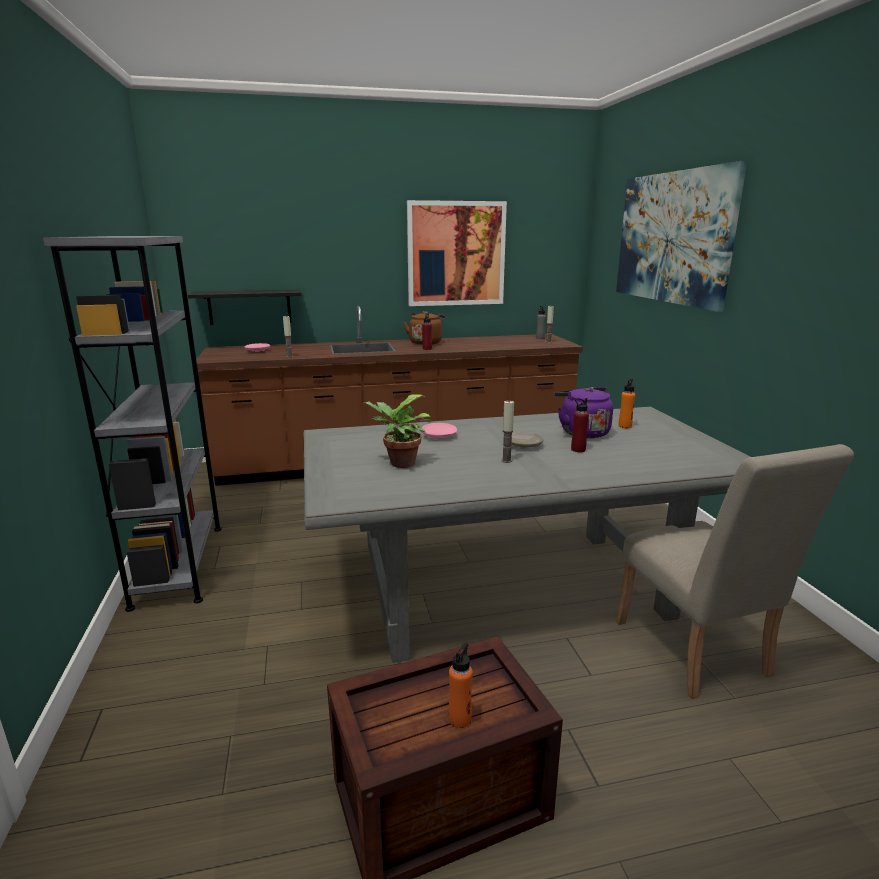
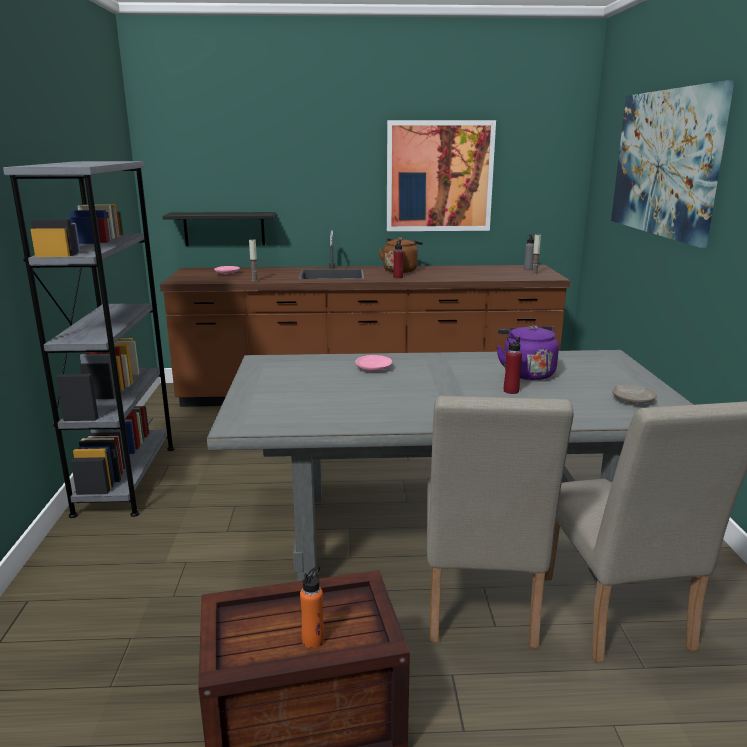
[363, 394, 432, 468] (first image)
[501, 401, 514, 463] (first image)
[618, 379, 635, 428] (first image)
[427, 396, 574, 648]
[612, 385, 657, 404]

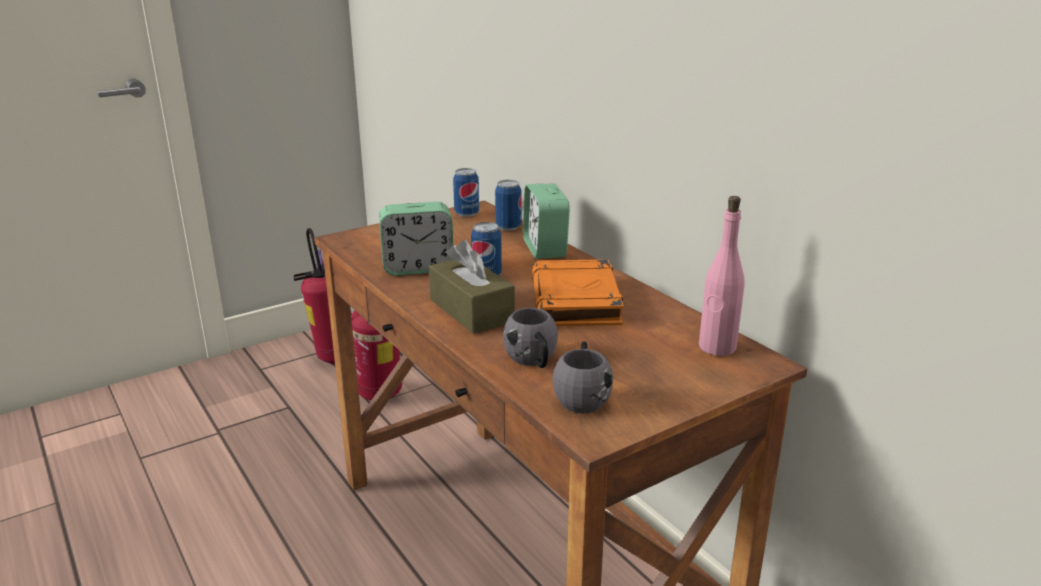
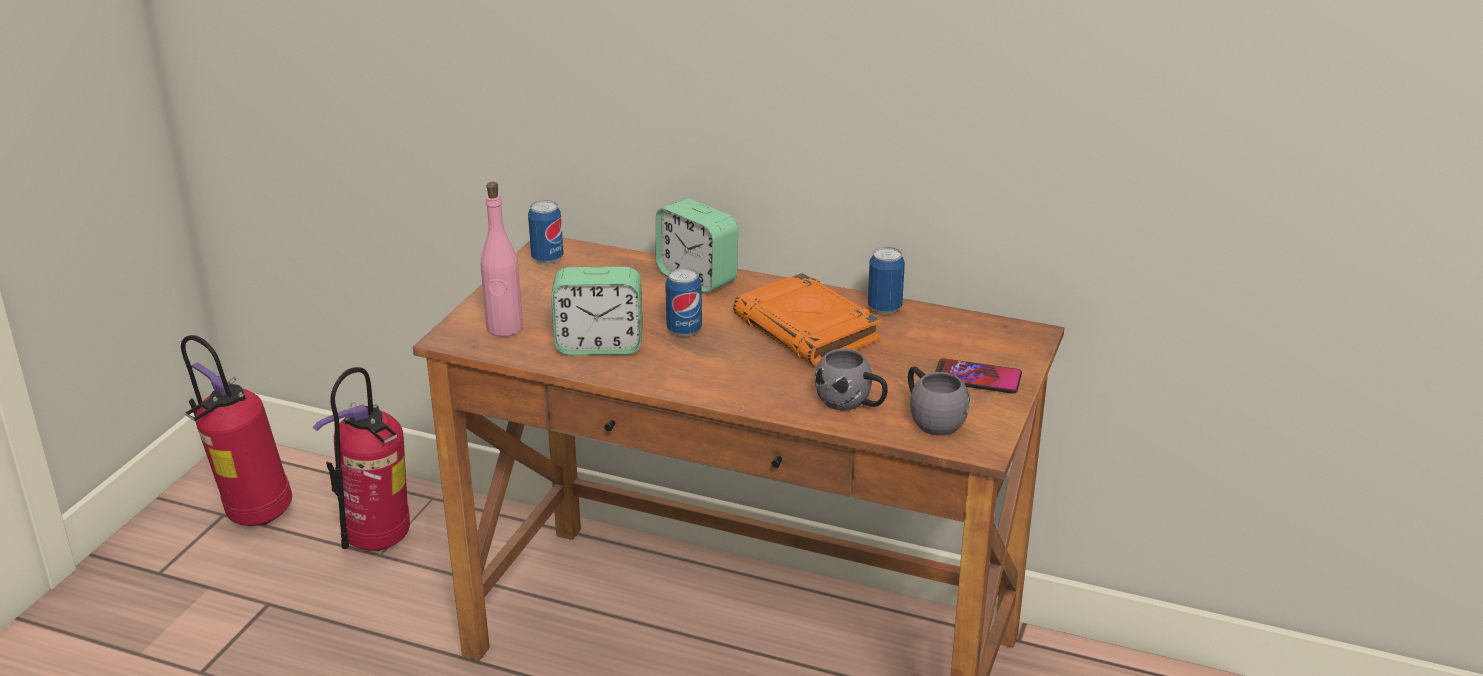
[429, 240, 515, 334] (first image)
[935, 358, 1022, 394]
[868, 247, 905, 314]
[481, 182, 523, 336]
[551, 267, 643, 355]

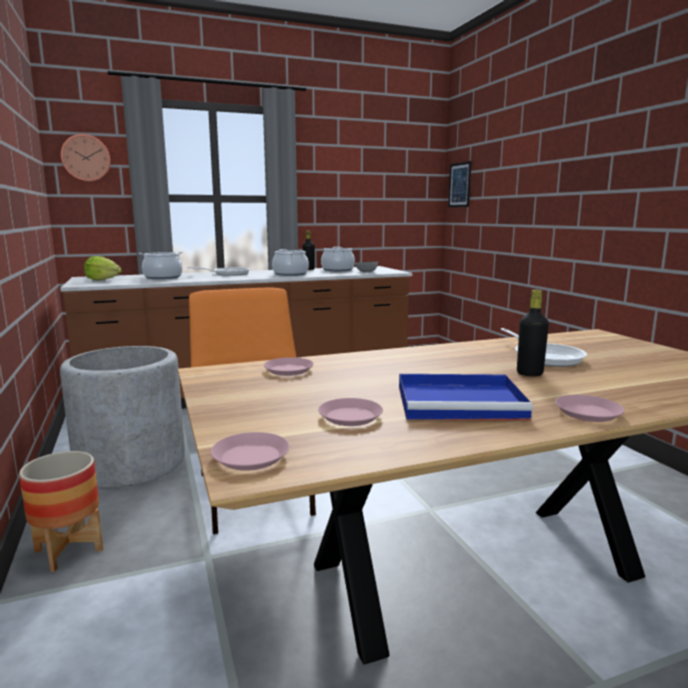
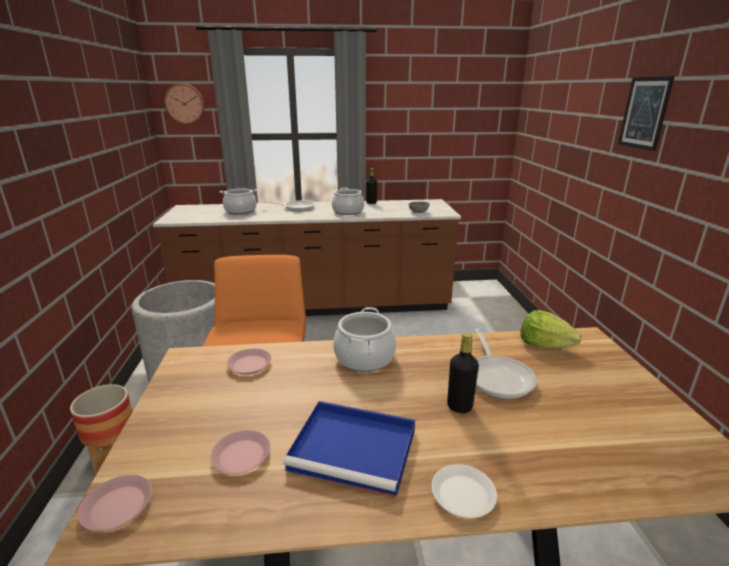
[520, 310, 582, 349]
[333, 307, 396, 372]
[618, 76, 675, 151]
[432, 464, 497, 518]

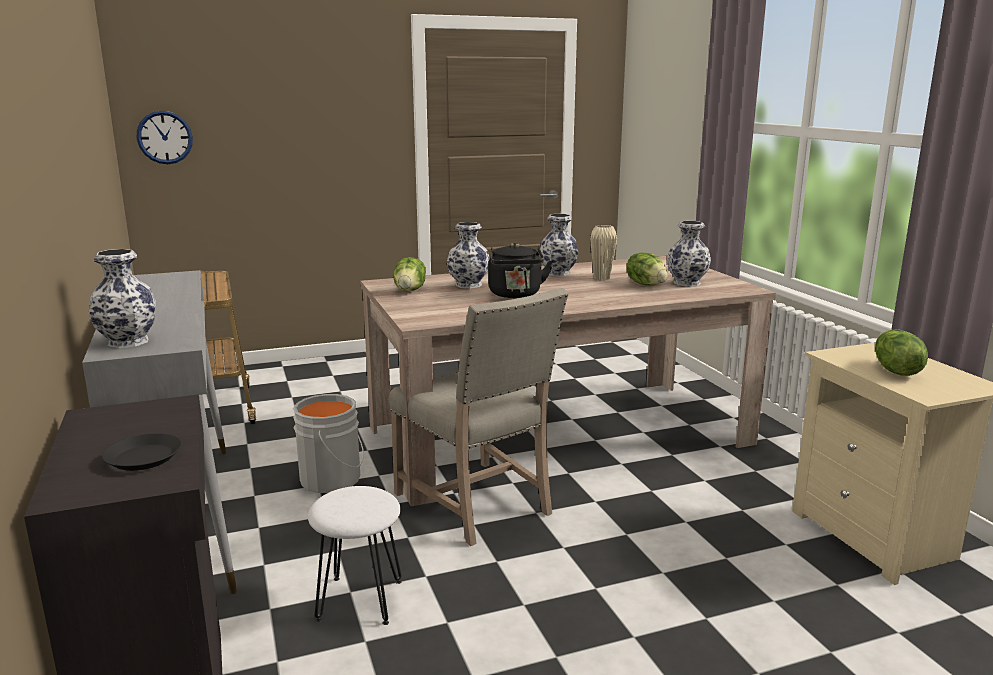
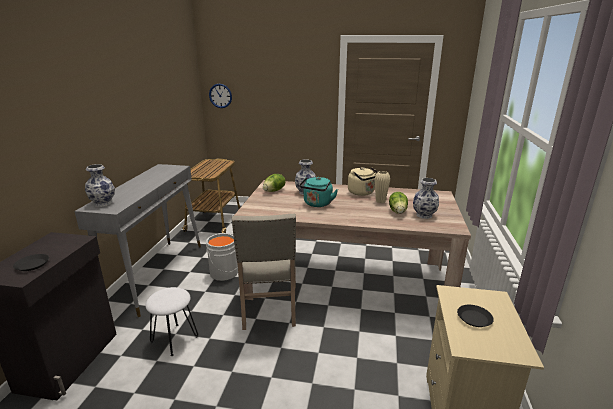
[348, 167, 378, 196]
[457, 305, 494, 327]
[299, 177, 338, 207]

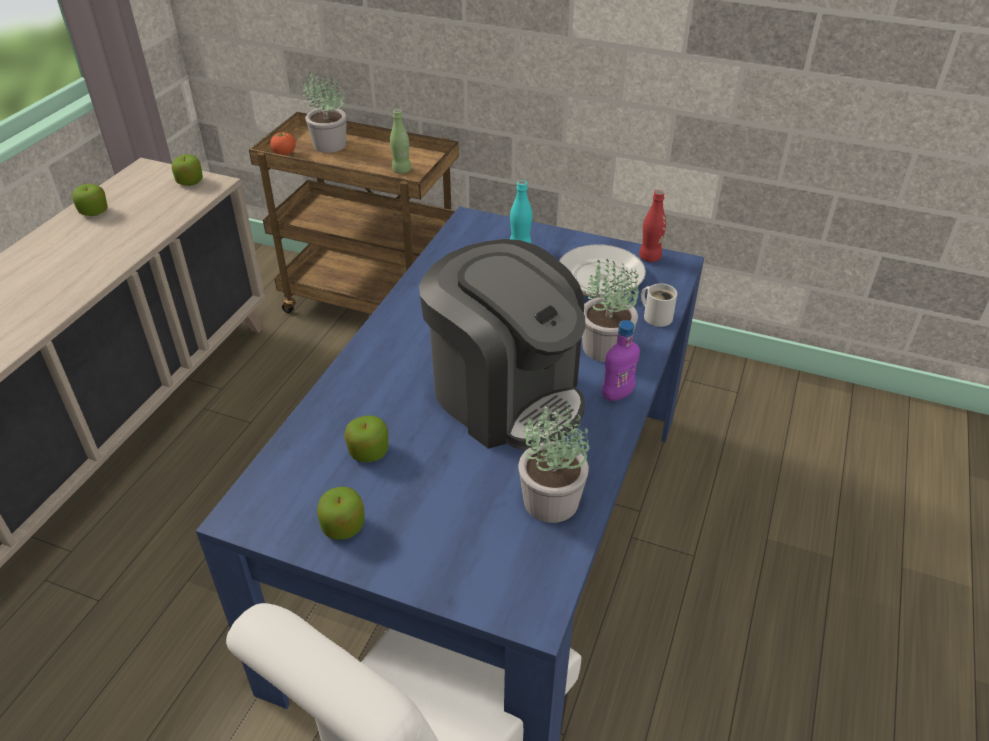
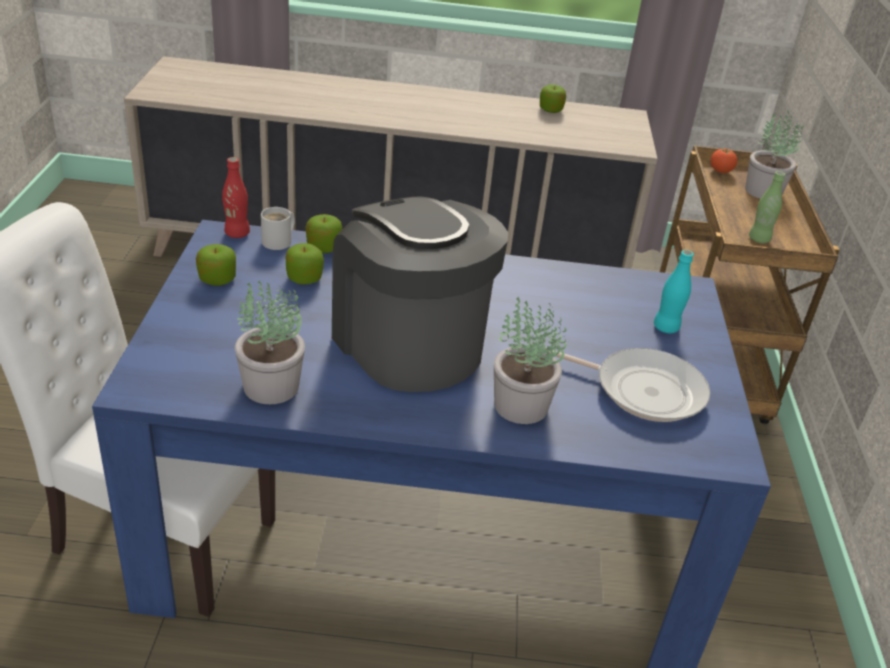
[602, 320, 640, 401] (first image)
[305, 214, 342, 253]
[222, 157, 250, 238]
[261, 207, 295, 250]
[332, 196, 508, 392]

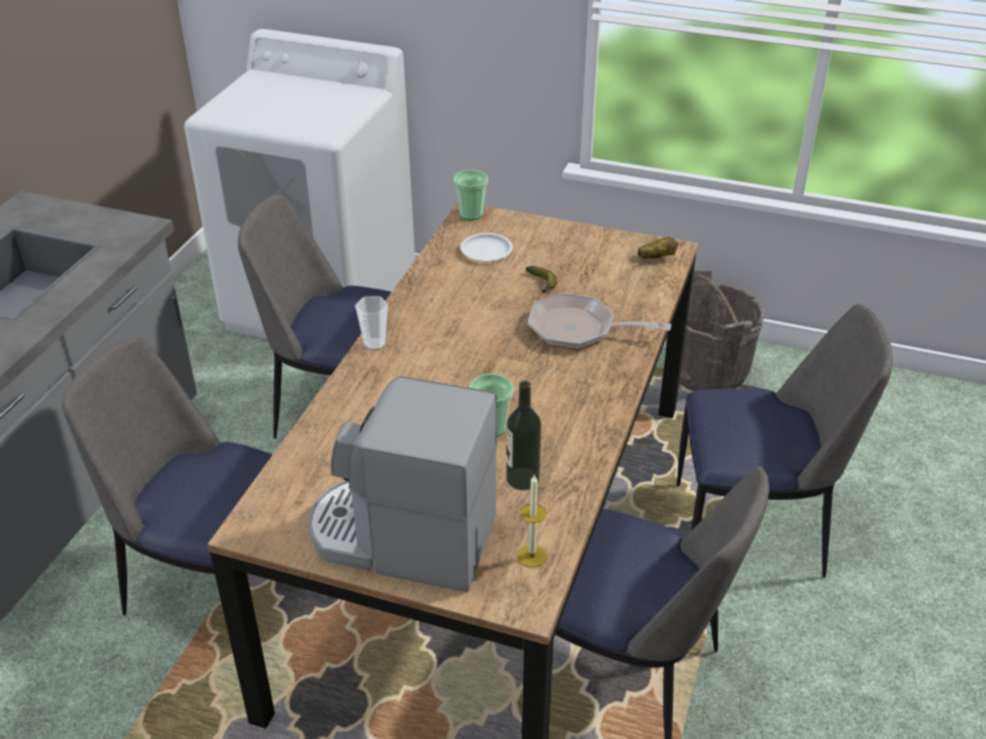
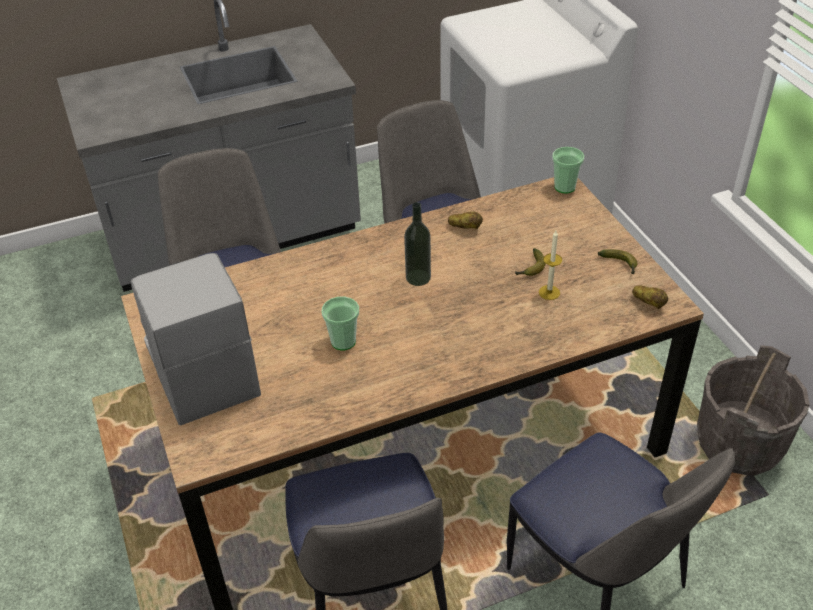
[355, 296, 388, 350] (first image)
[460, 233, 513, 261] (first image)
[528, 293, 671, 350] (first image)
[448, 211, 483, 229]
[598, 249, 638, 274]
[404, 202, 431, 286]
[539, 231, 562, 300]

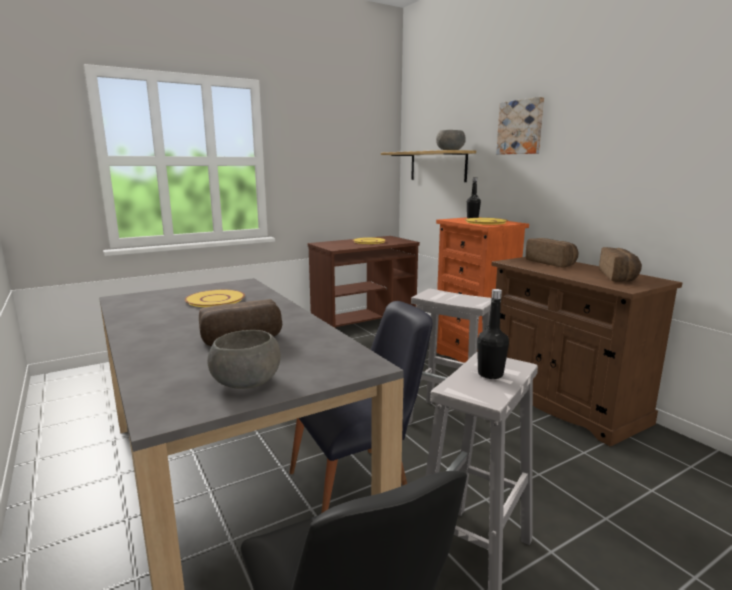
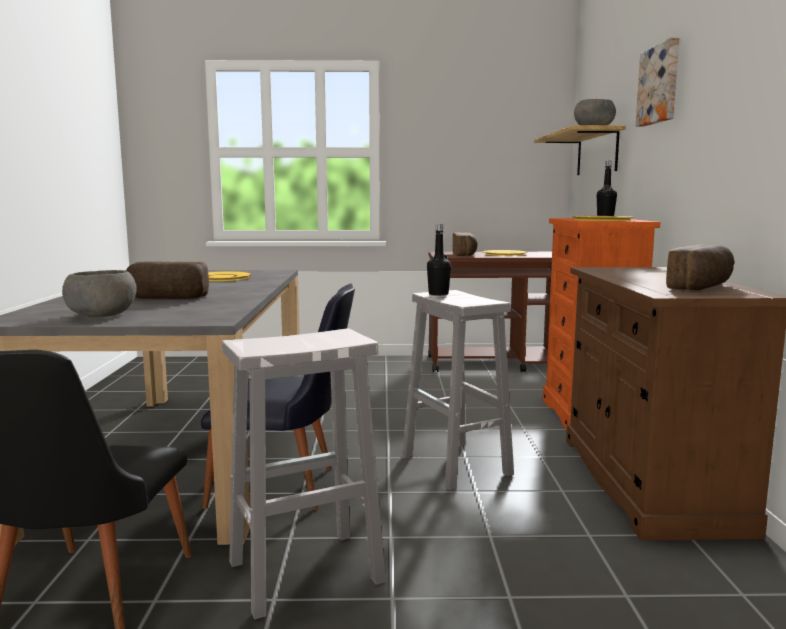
[427, 224, 451, 296]
[453, 232, 478, 256]

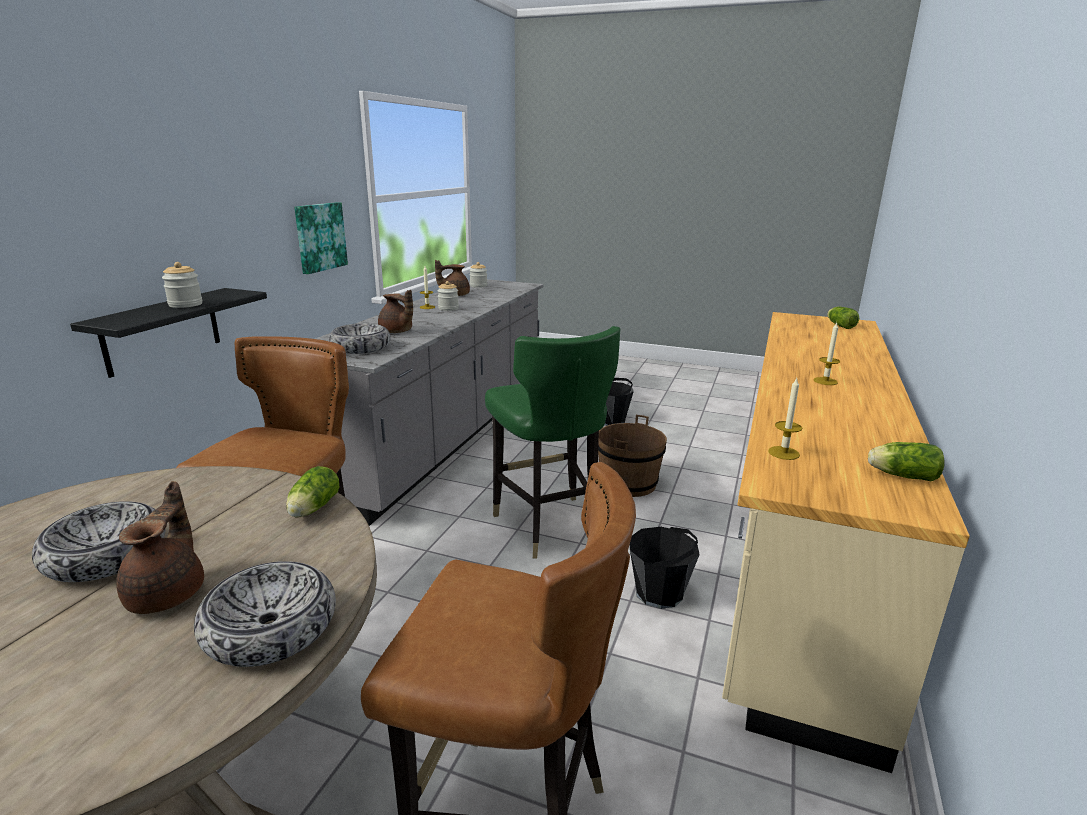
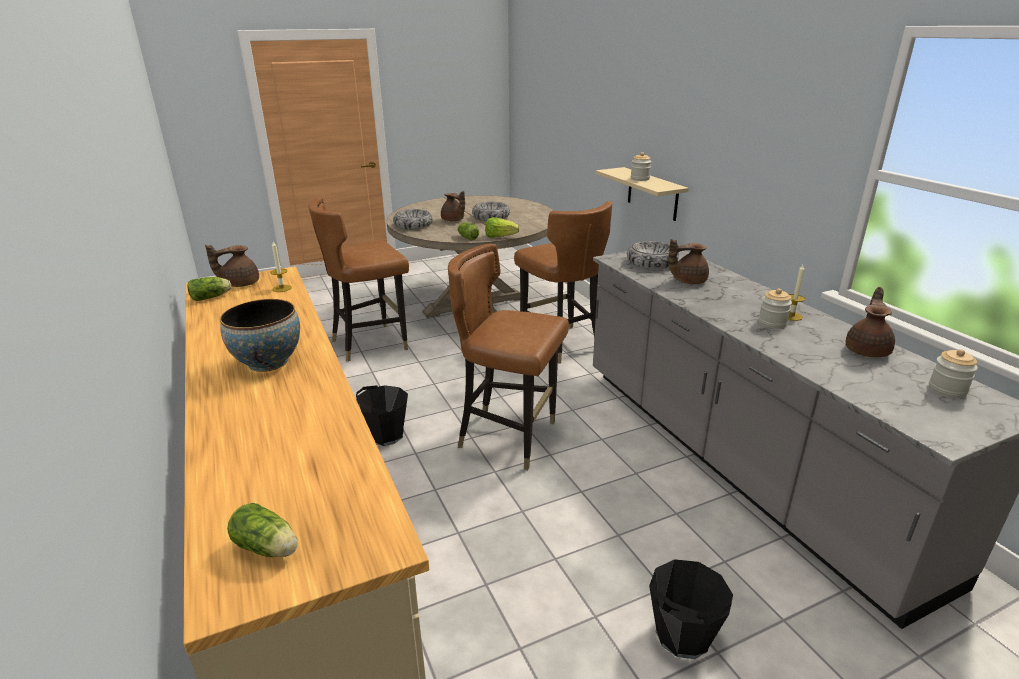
[294, 202, 348, 274] (first image)
[598, 415, 667, 497] (first image)
[205, 245, 259, 287]
[485, 217, 519, 238]
[220, 299, 300, 372]
[596, 167, 689, 221]
[448, 244, 569, 470]

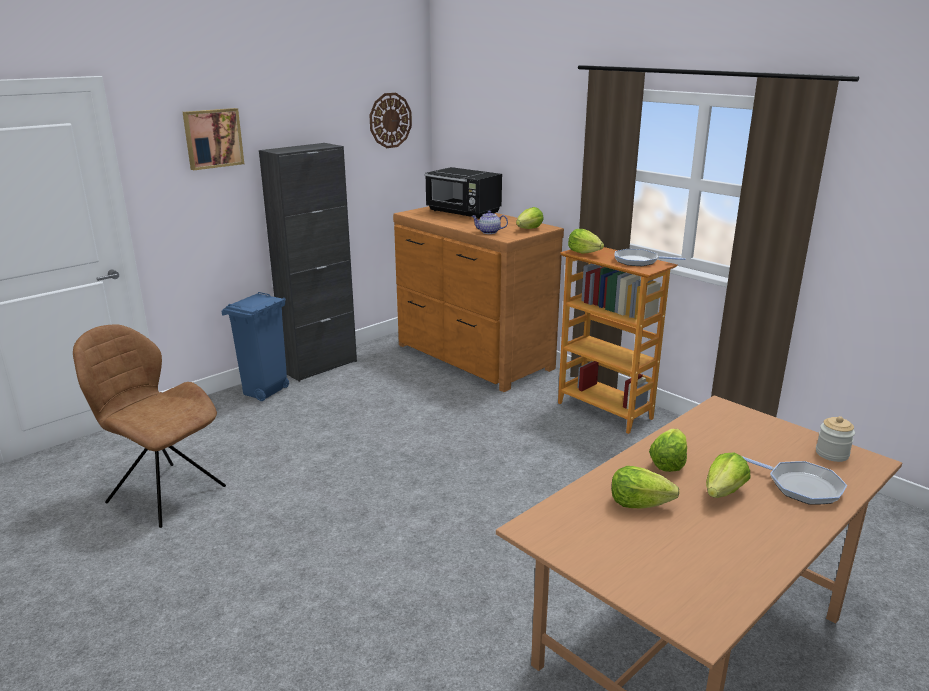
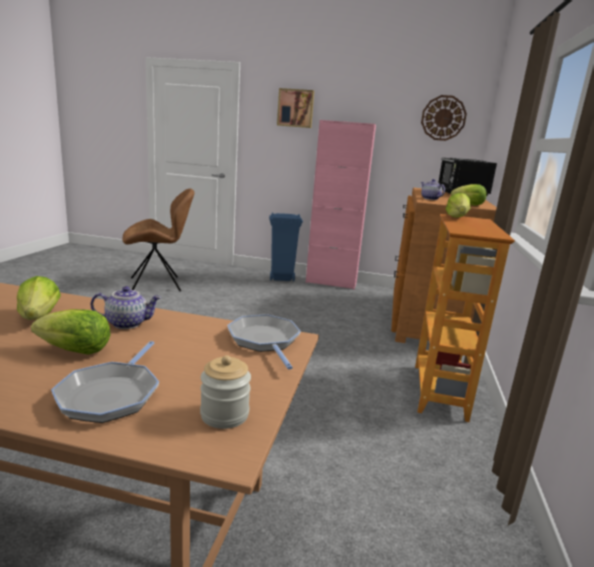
[227, 314, 301, 370]
[91, 286, 161, 329]
[306, 120, 376, 290]
[122, 189, 195, 292]

